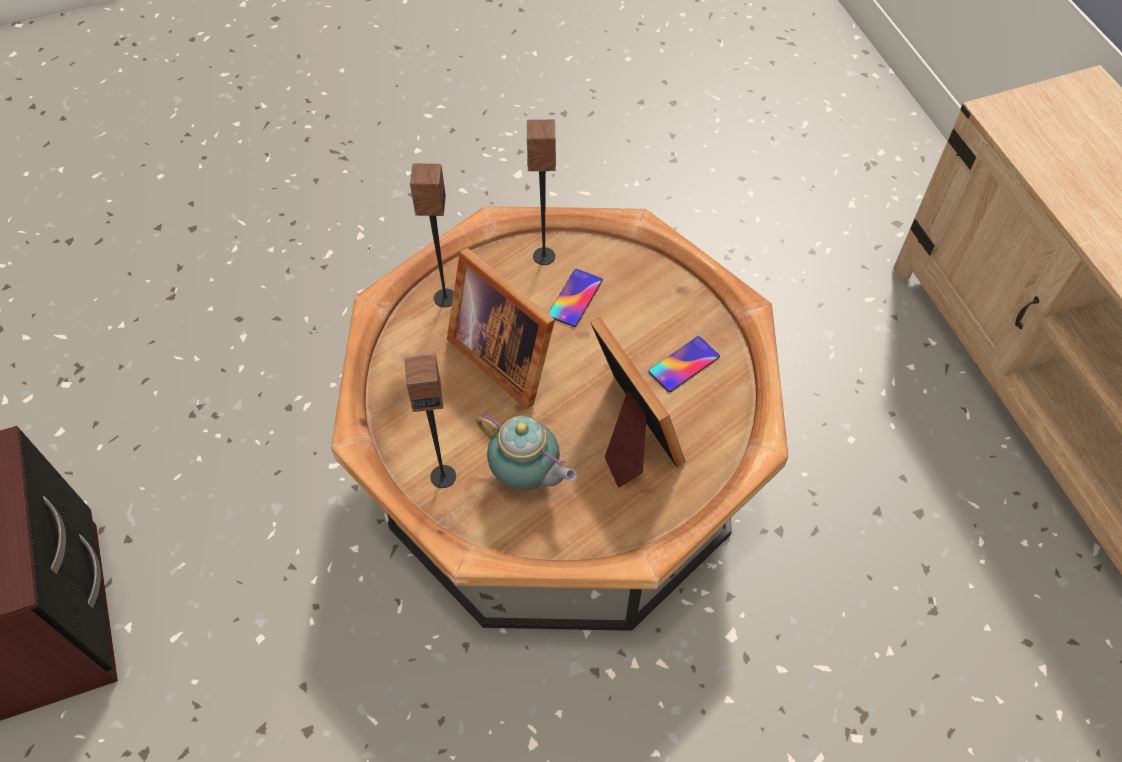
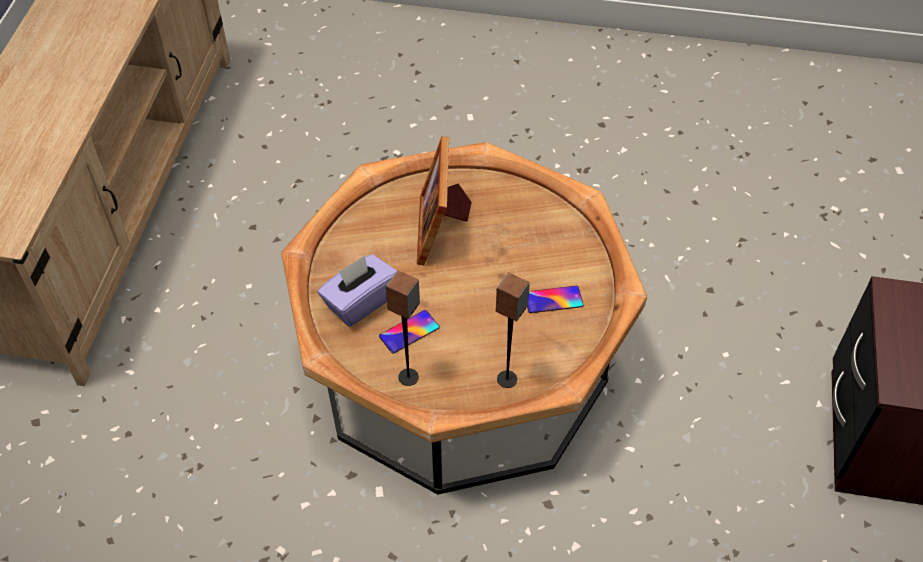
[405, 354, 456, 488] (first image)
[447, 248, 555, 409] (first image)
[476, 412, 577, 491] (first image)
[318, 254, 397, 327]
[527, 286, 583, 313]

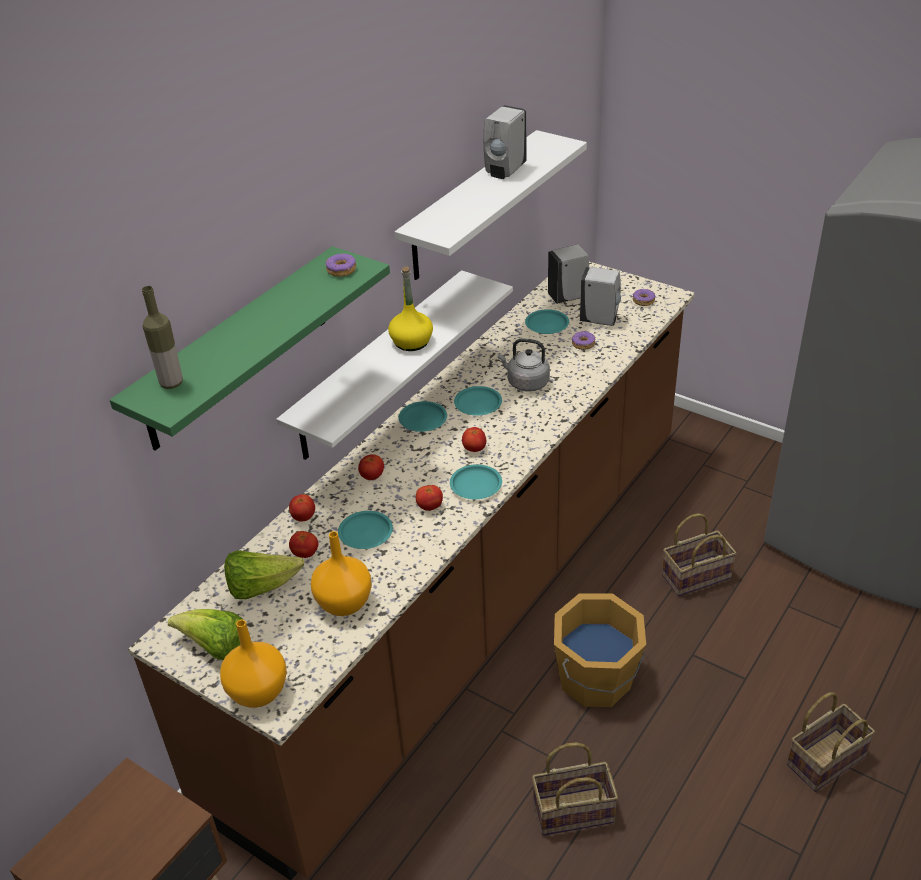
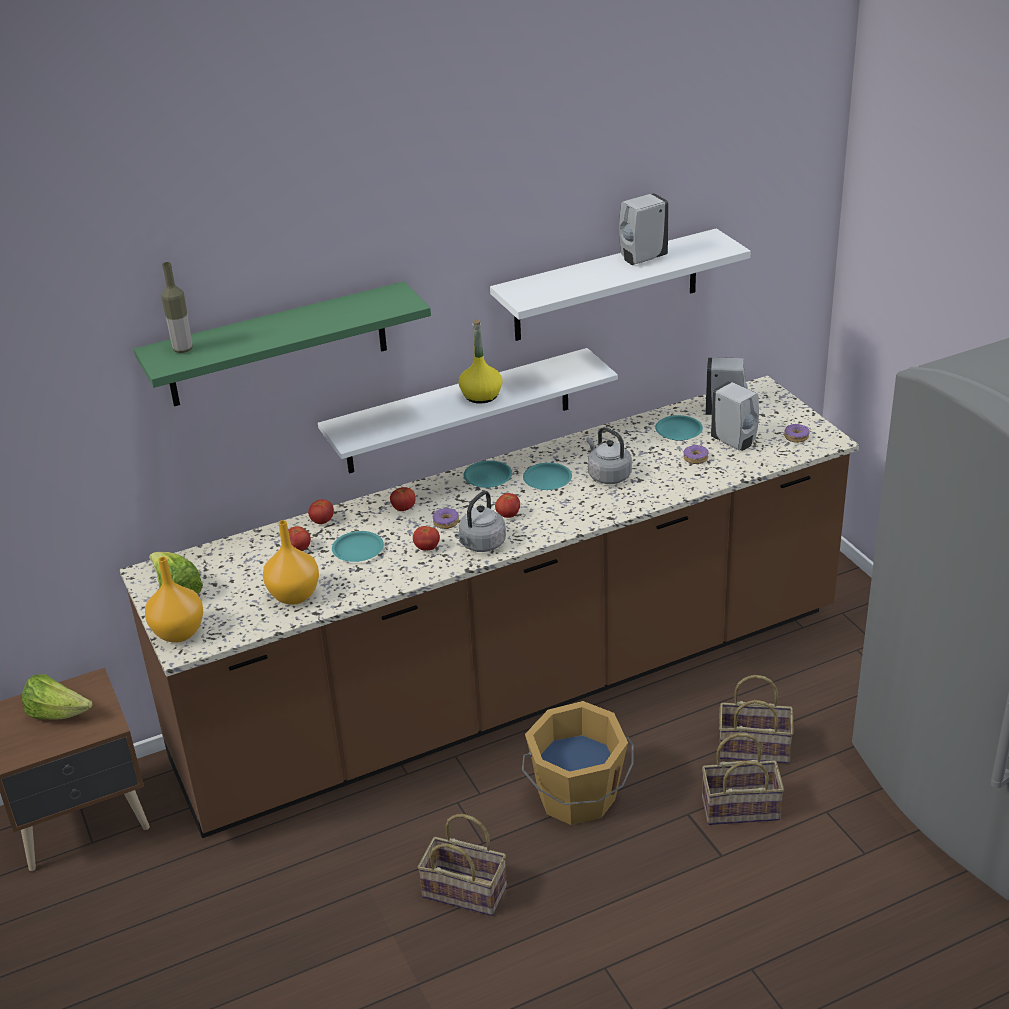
[22, 674, 93, 720]
[432, 508, 459, 529]
[702, 733, 784, 825]
[455, 491, 506, 552]

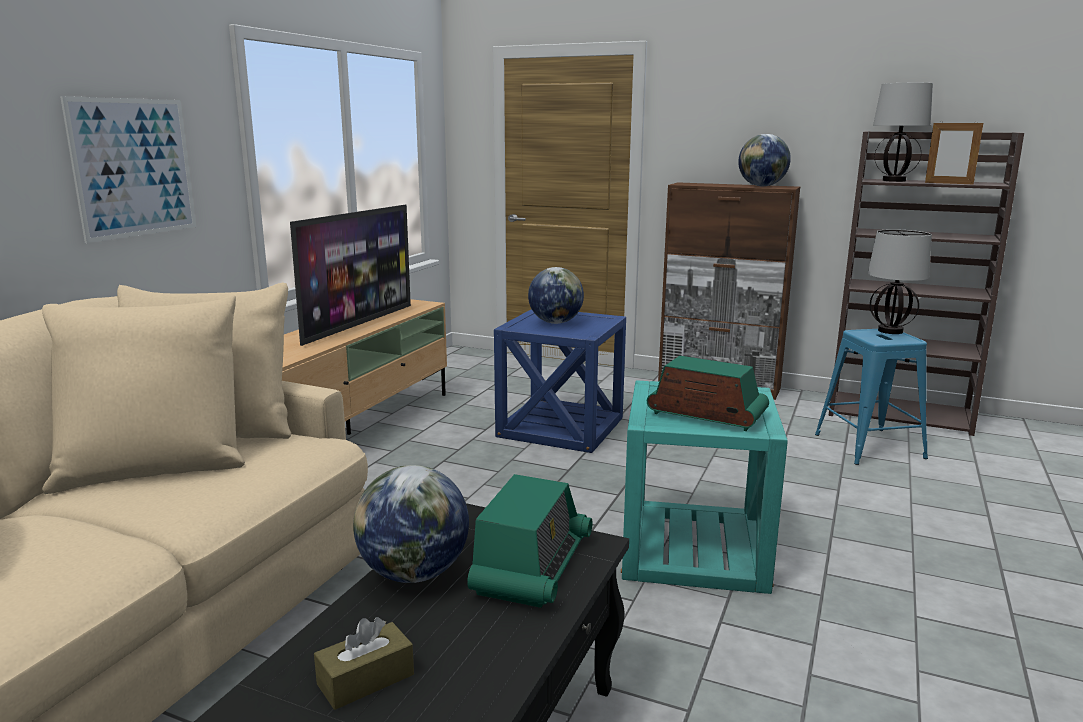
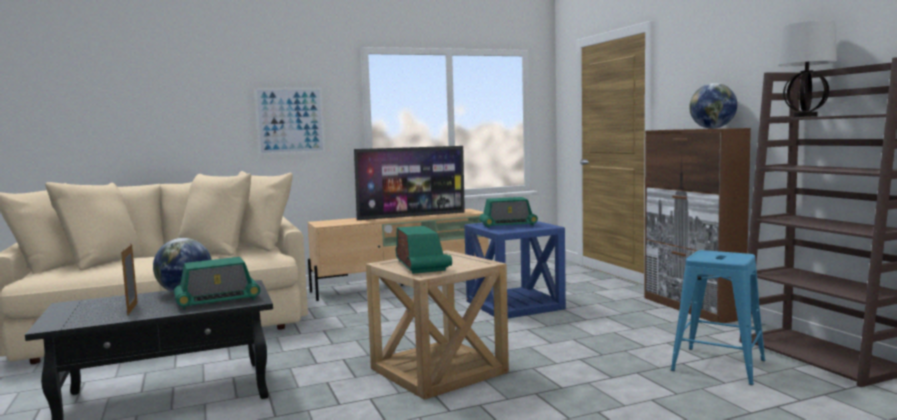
[314, 617, 414, 710] (first image)
[868, 229, 932, 334] (first image)
[121, 243, 138, 315]
[479, 197, 538, 228]
[366, 250, 509, 400]

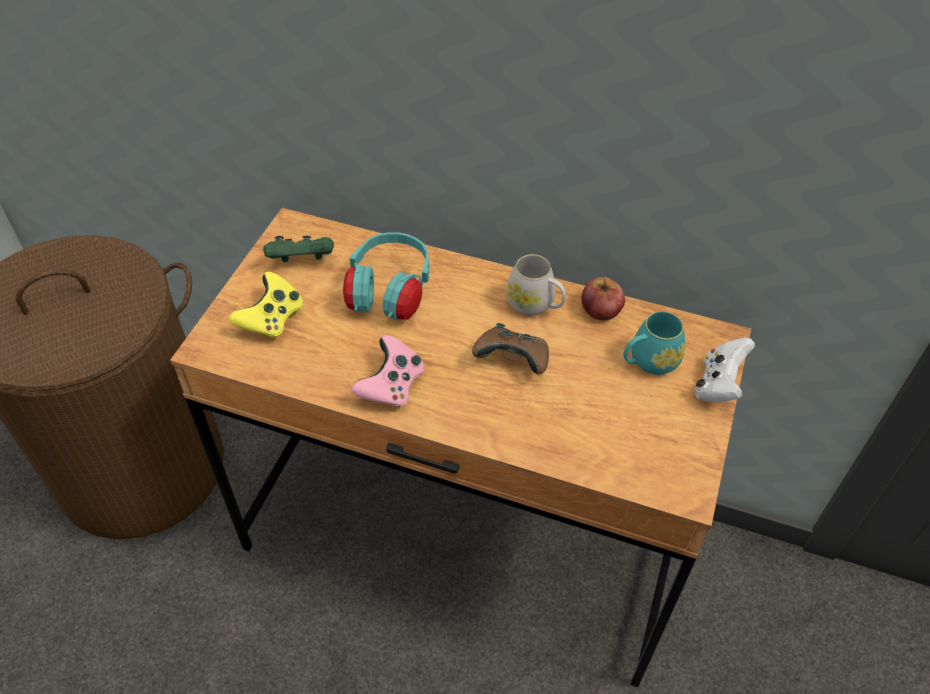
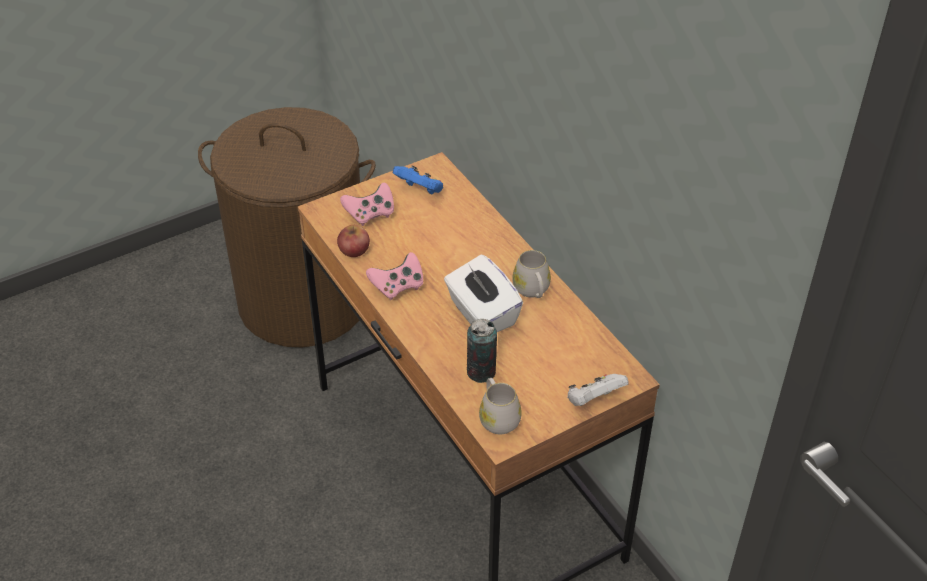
[343, 232, 429, 320] (first image)
[623, 311, 685, 375] (first image)
[467, 319, 497, 383]
[479, 378, 522, 435]
[337, 225, 370, 257]
[444, 255, 523, 332]
[340, 183, 394, 226]
[393, 166, 443, 194]

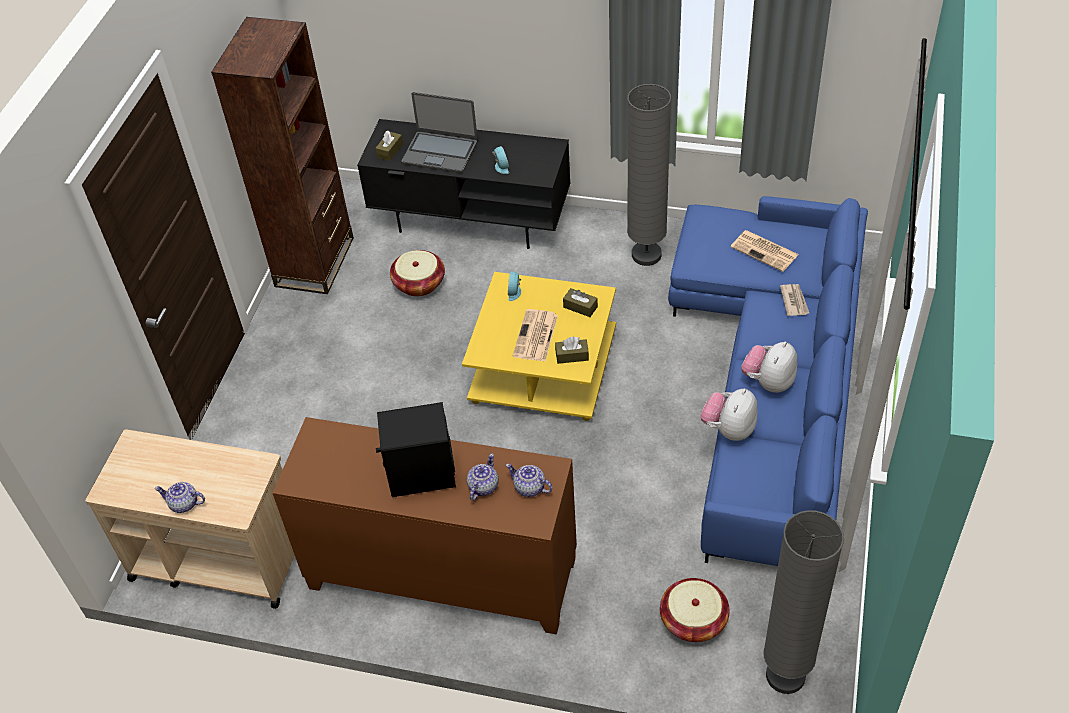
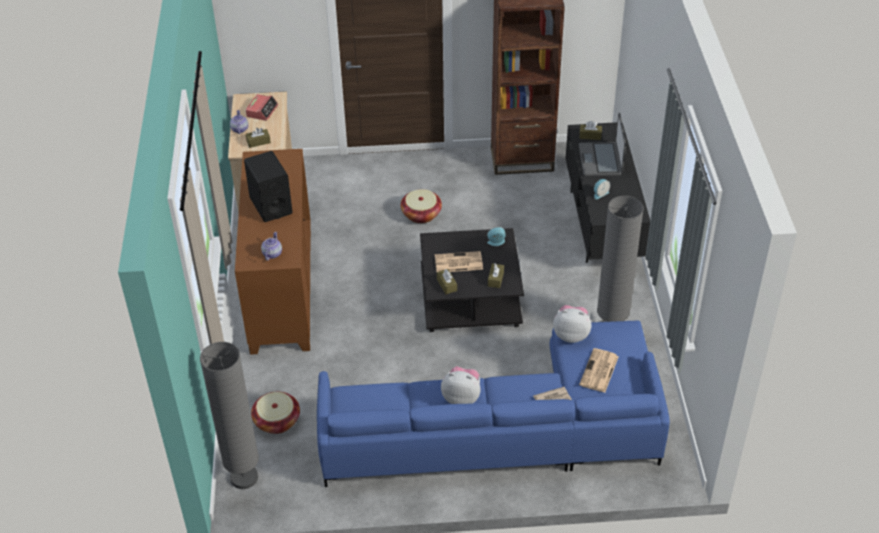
[467, 454, 498, 501] (first image)
[246, 94, 278, 121]
[246, 128, 271, 148]
[401, 189, 442, 223]
[553, 305, 591, 343]
[420, 228, 524, 332]

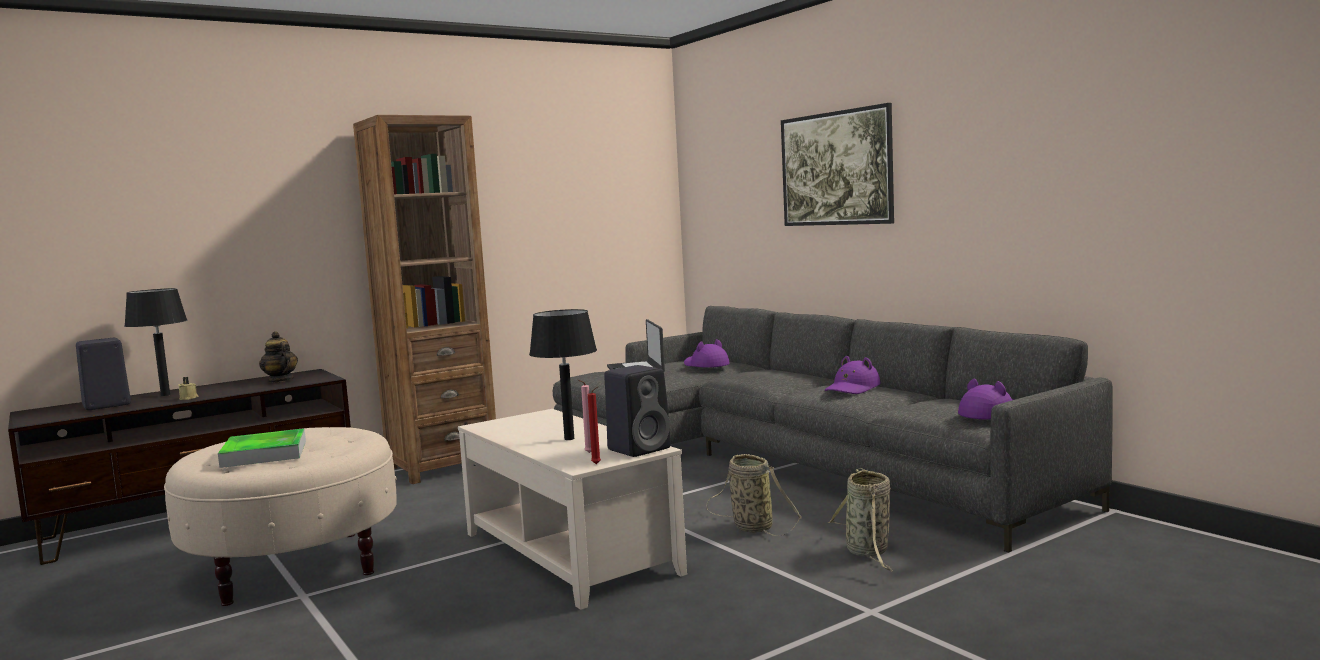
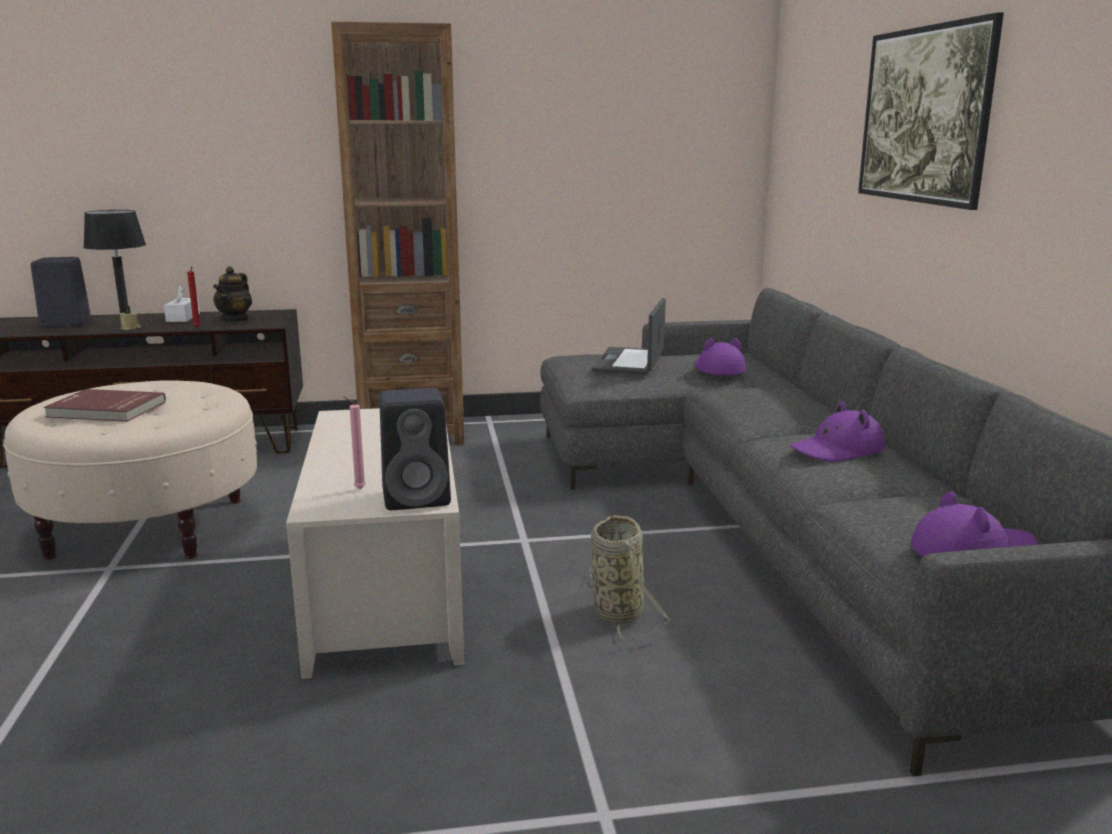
[529, 309, 597, 440] (first image)
[828, 468, 894, 572] (first image)
[164, 285, 200, 322]
[187, 266, 201, 327]
[44, 389, 166, 422]
[213, 266, 252, 322]

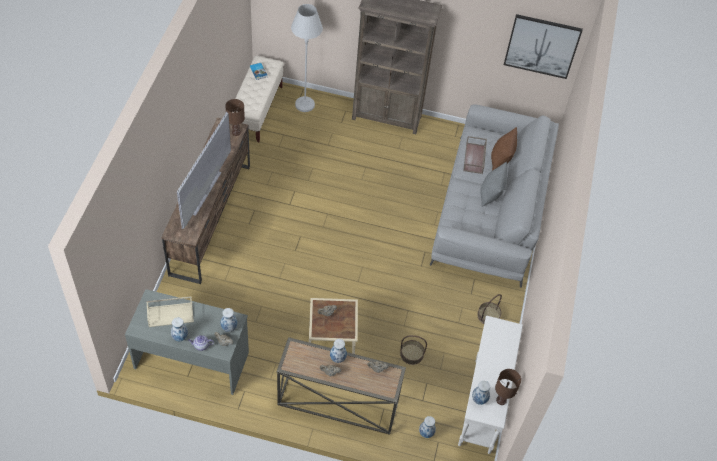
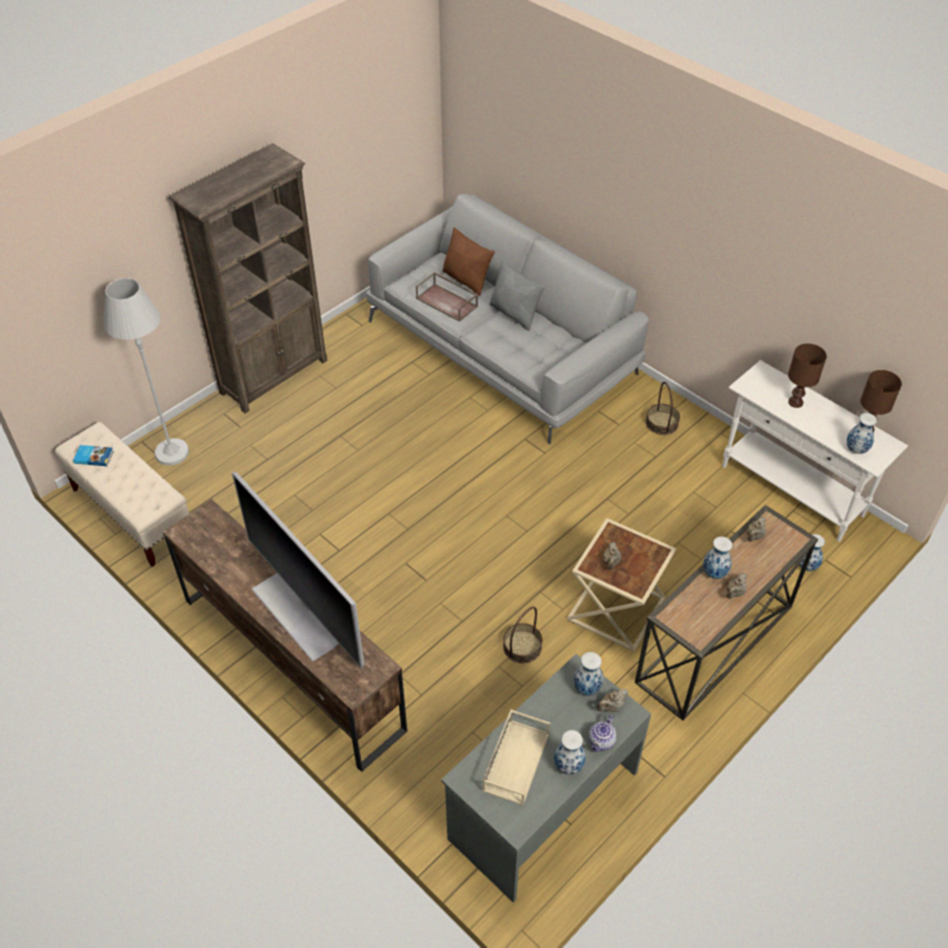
[504, 14, 583, 79] (first image)
[788, 343, 827, 408]
[503, 606, 542, 663]

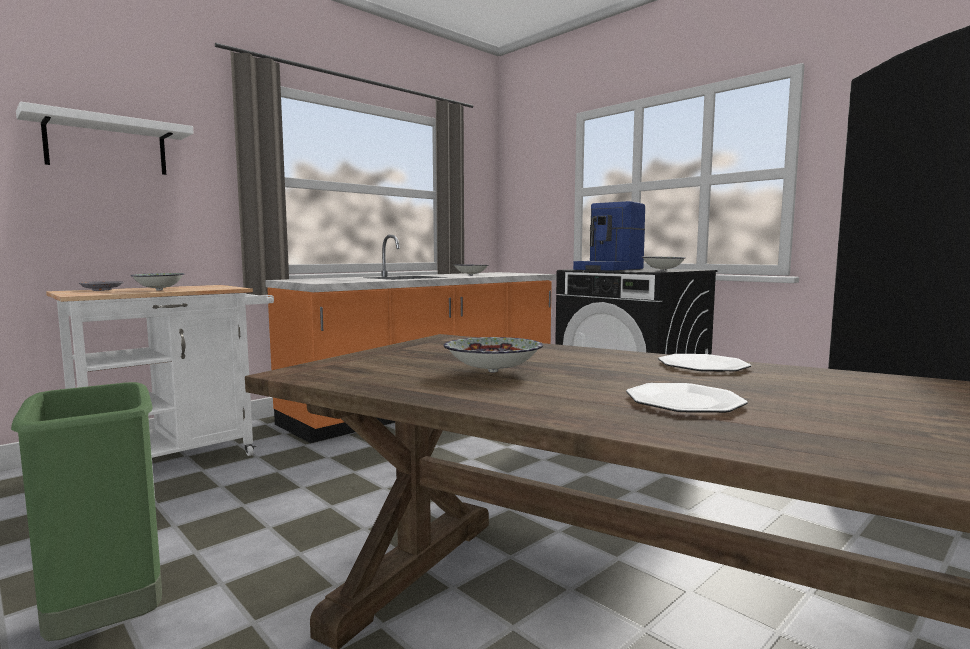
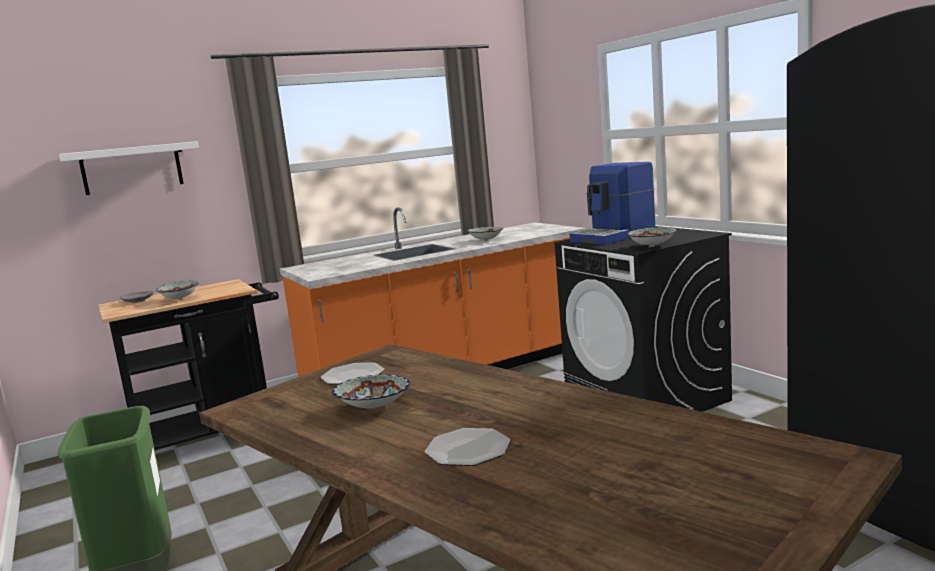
[321, 363, 384, 385]
[98, 279, 279, 450]

